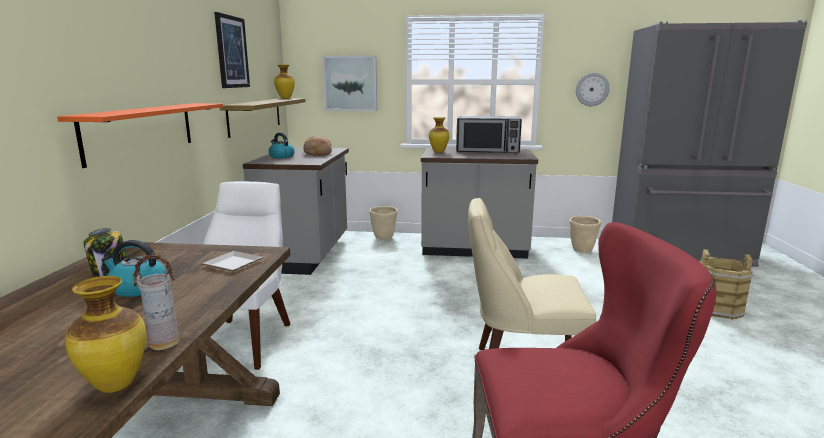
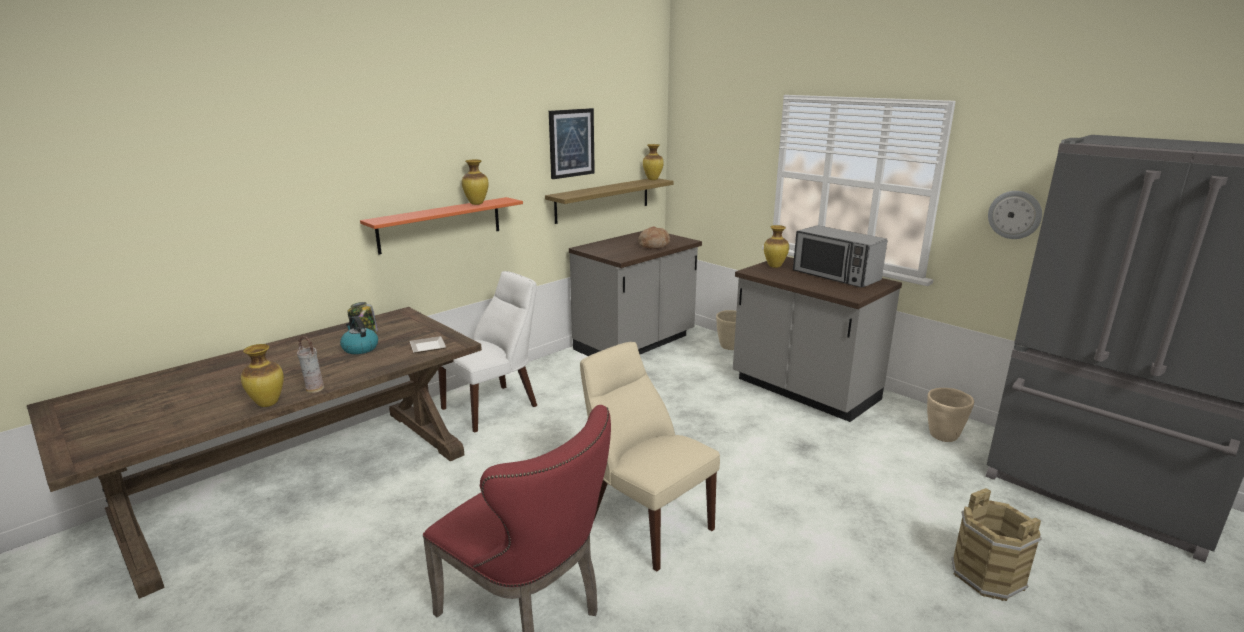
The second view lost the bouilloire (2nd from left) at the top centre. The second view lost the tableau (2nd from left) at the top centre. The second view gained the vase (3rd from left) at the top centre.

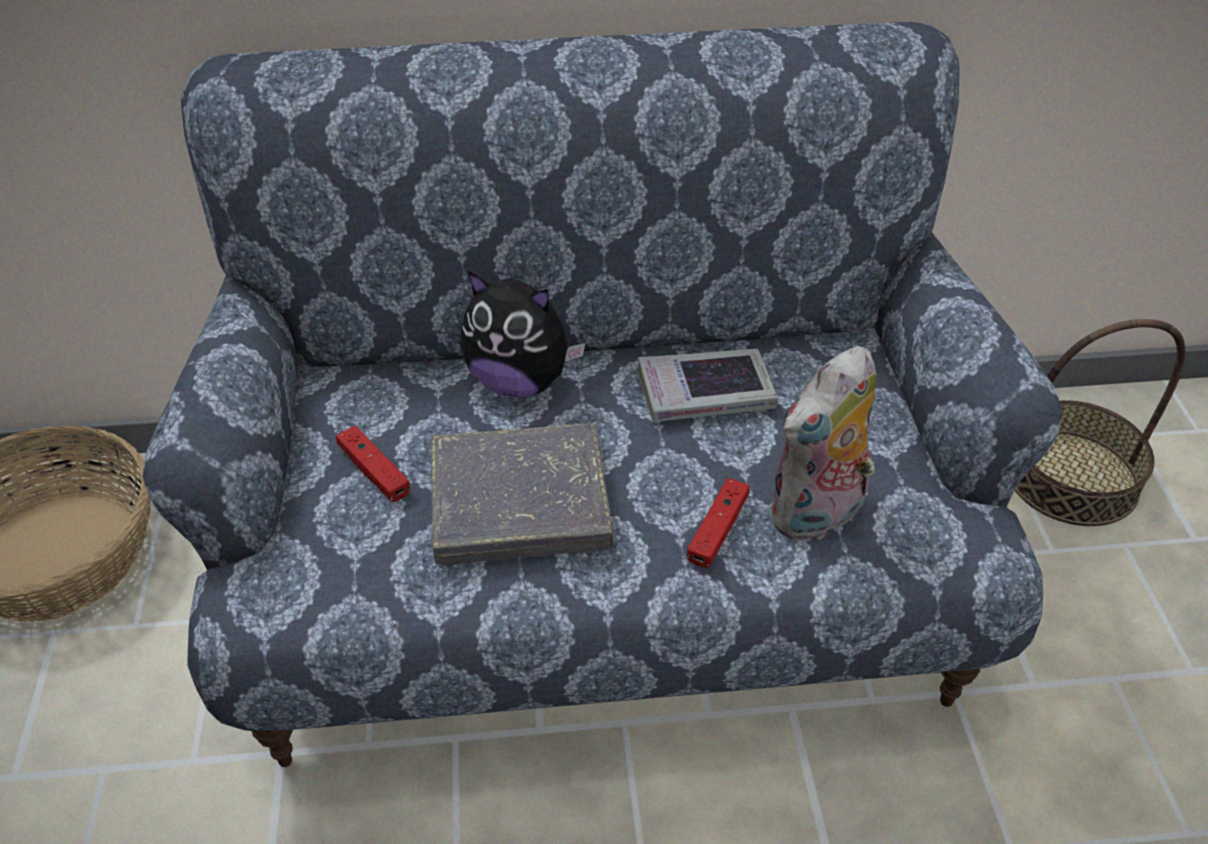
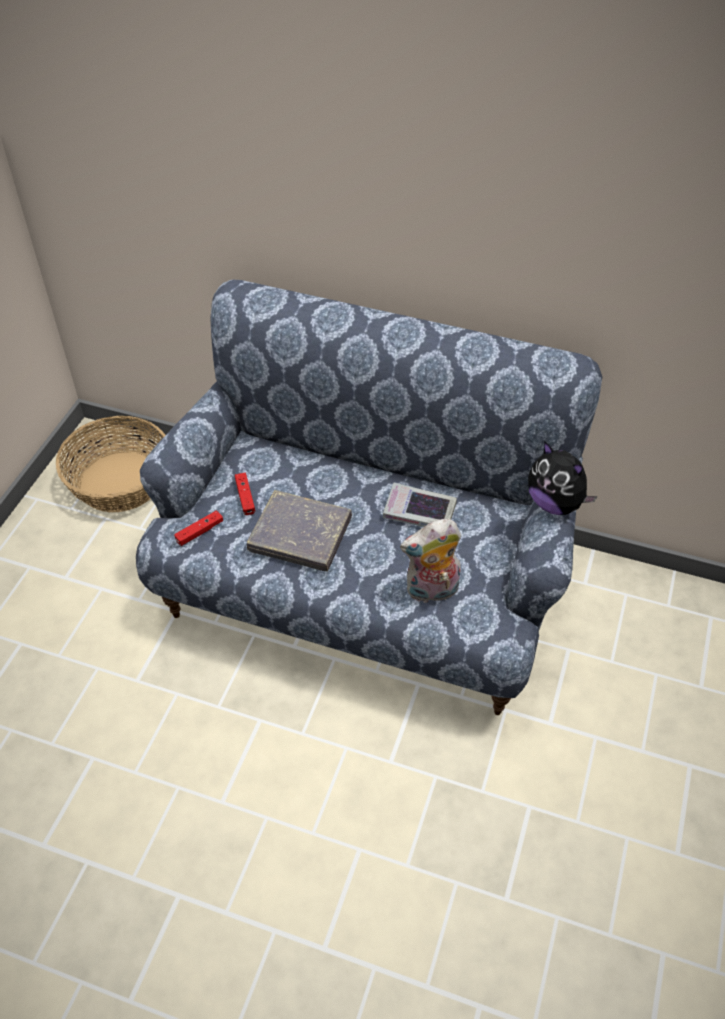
The peluche (1st from left in the first image) ended up elsewhere, having gone from the centre to the middle right. The manette [rouge] (2nd from left in the first image) ended up elsewhere, having gone from the centre to the middle left. The second view lost the panier (2nd from left) at the middle right.

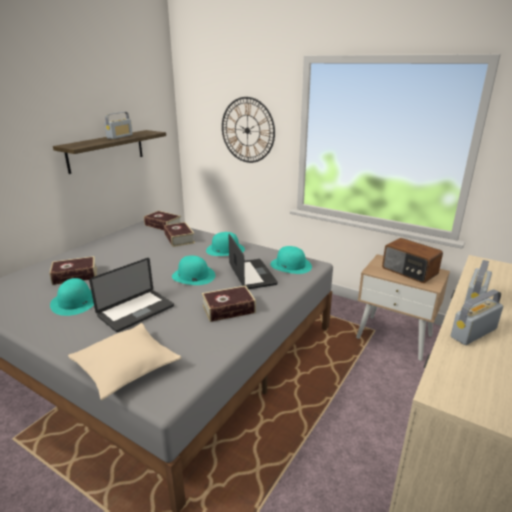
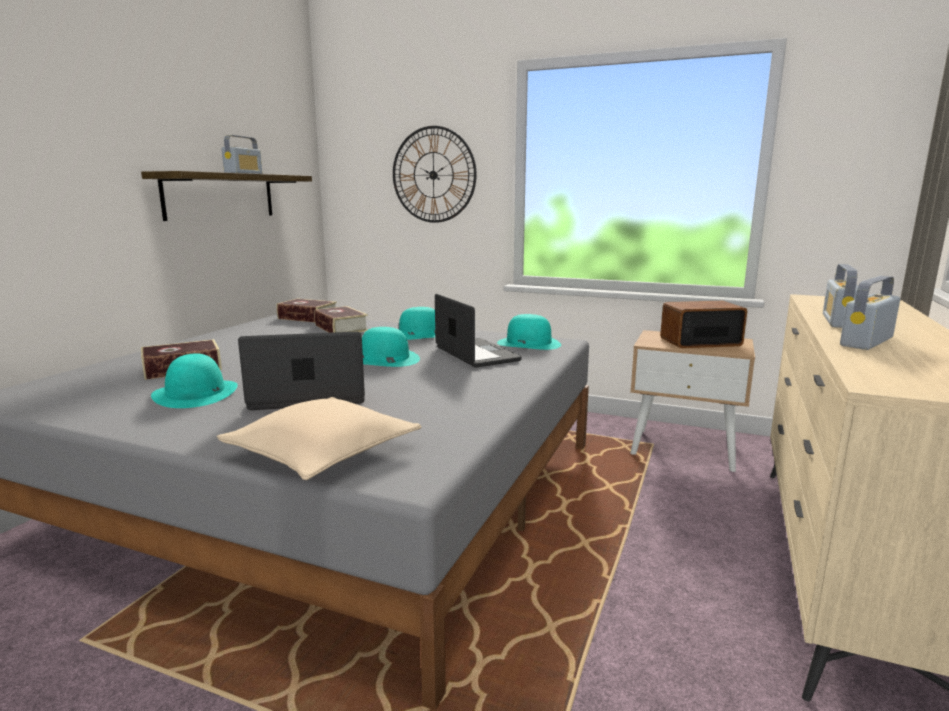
The ordinateur portable (1st from left) at the middle left ended up facing another way, 135 degrees counterclockwise from before. The second view lost the livre (4th from left) at the centre. The radio (2nd from left) at the middle right ended up facing another way, 135 degrees clockwise from before.

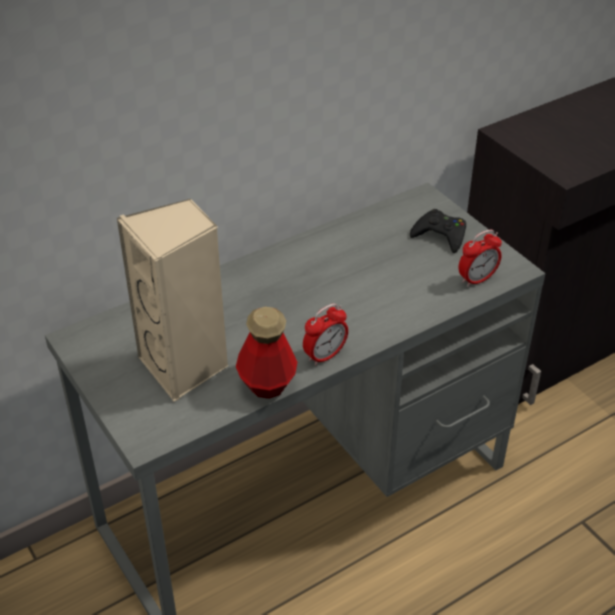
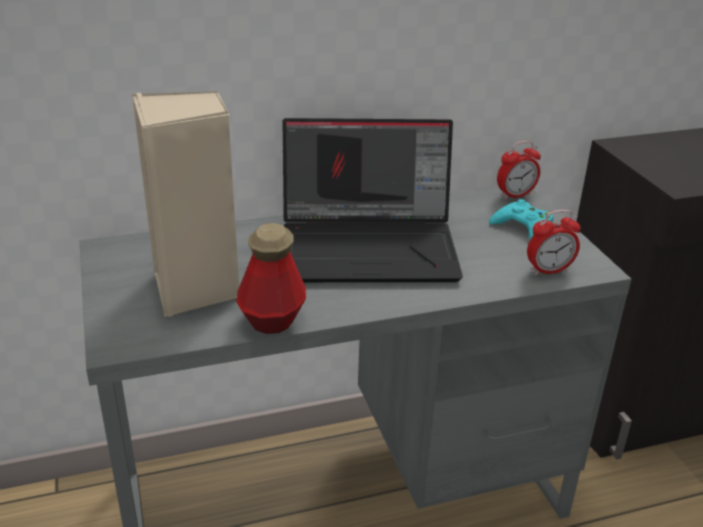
The réveil (1st from left) ended up elsewhere, having gone from the centre to the top right. What was the manette [noir] at the middle right turned into the manette [turquoise] at the middle right. The second view gained the ordinateur portable at the centre.

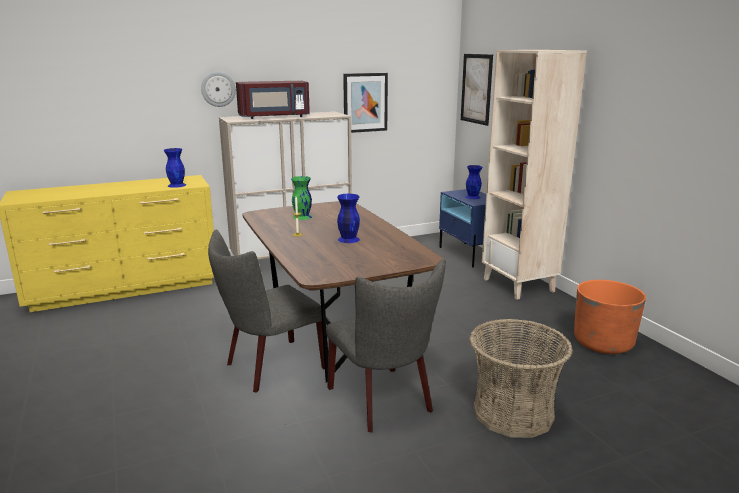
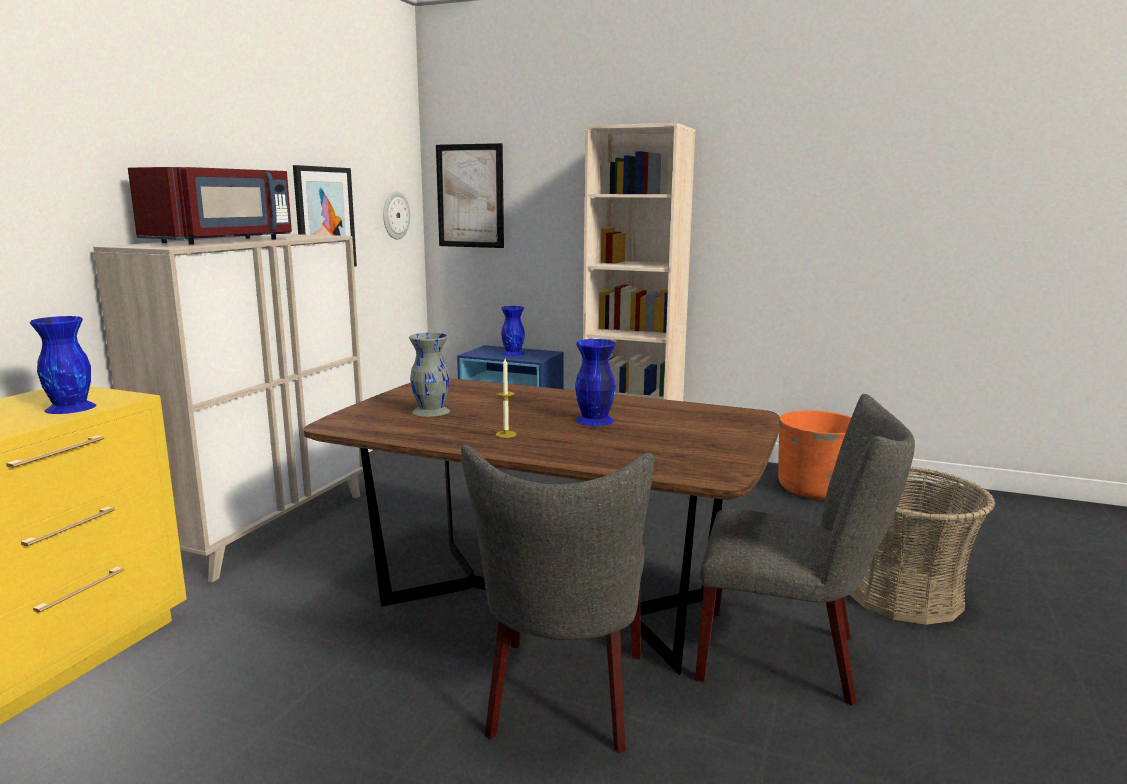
The horloge murale ended up elsewhere, having gone from the top left to the top centre. What was the vase [vert] at the centre turned into the vase [gris] at the centre.

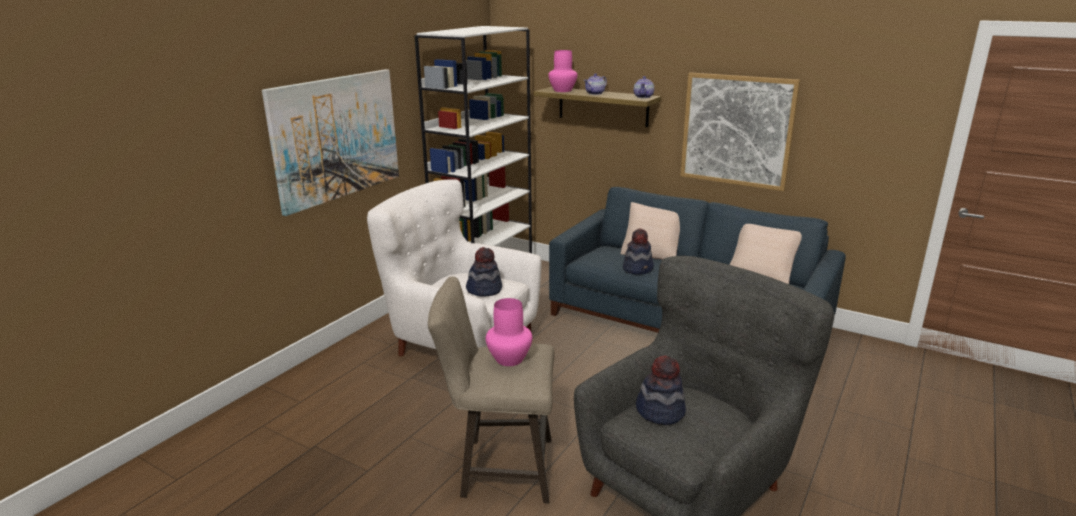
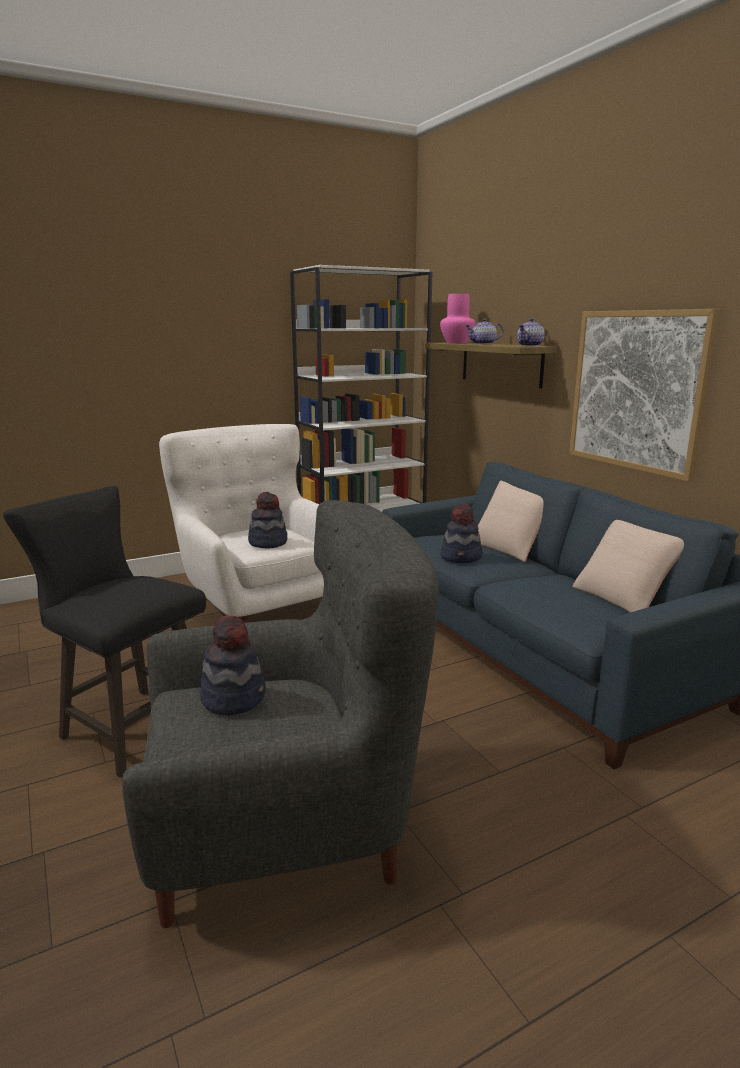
The second view lost the tableau (1st from left) at the top left. What was the tabouret [beige] at the bottom centre turned into the tabouret [noir] at the middle left. The second view lost the vase [rose] (1st from left) at the centre.

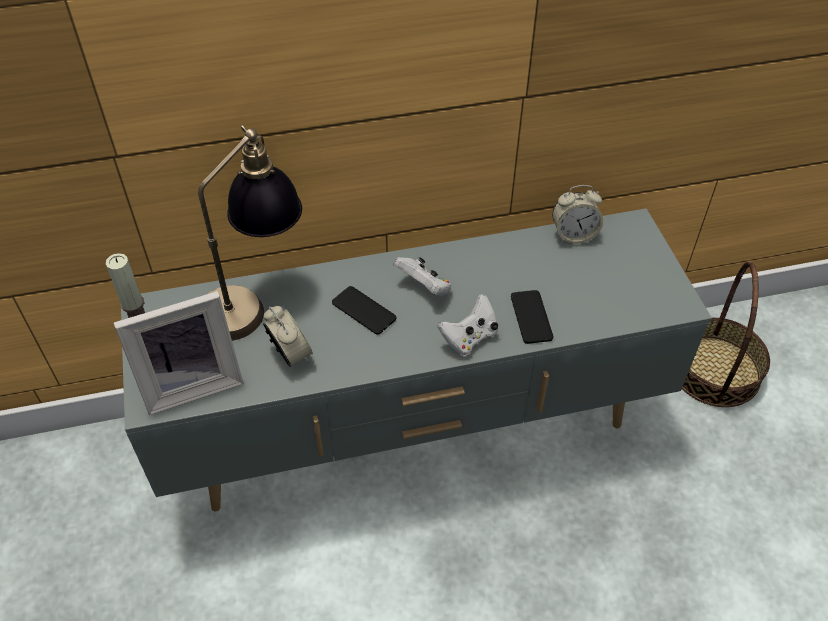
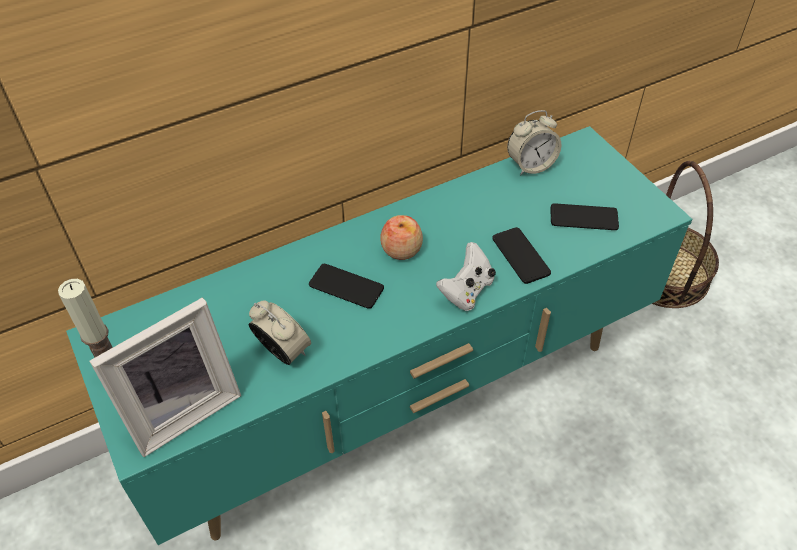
What was the meuble télé [gris] at the centre turned into the meuble télé [turquoise] at the centre. The second view lost the lampe de table at the middle left. Where the manette [blanc] (1st from left) stood at the centre, the pomme came to stand at the centre. The second view gained the téléphone (3rd from left) at the middle right.

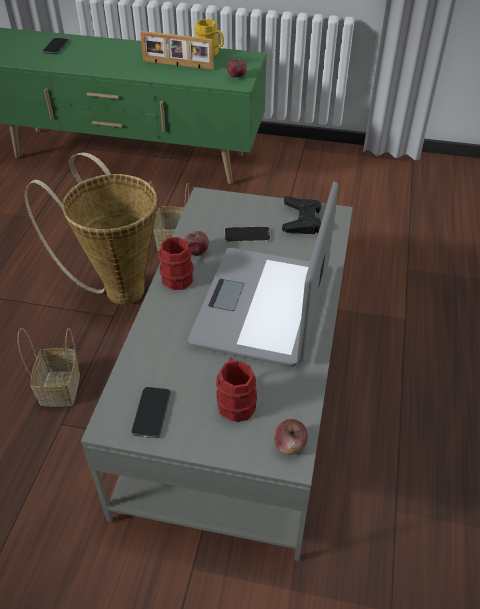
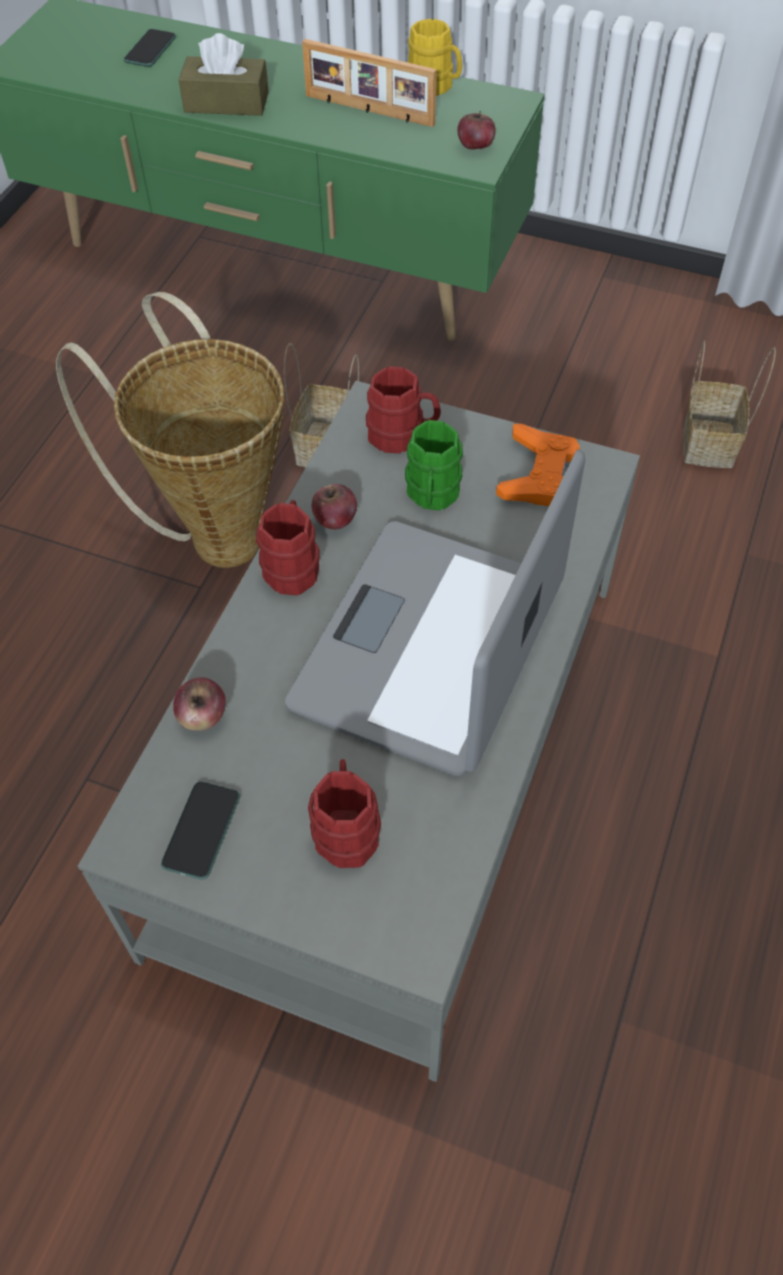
The panier (1st from left in the first image) ended up elsewhere, having gone from the middle left to the top right. Where the téléphone (3rd from left) stood at the centre, the mug [vert] came to stand at the centre. The pomme (3rd from left in the first image) ended up elsewhere, having gone from the bottom centre to the middle left. What was the manette [noir] at the centre turned into the manette [orange] at the middle right. The second view gained the boîte à mouchoirs [marron] at the top left. The second view gained the mug [rouge] (3rd from left) at the top centre.

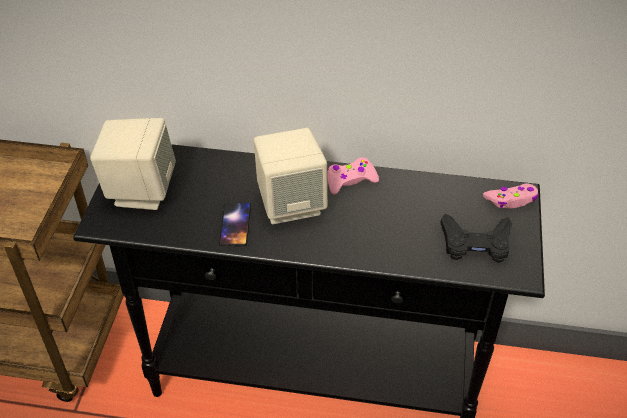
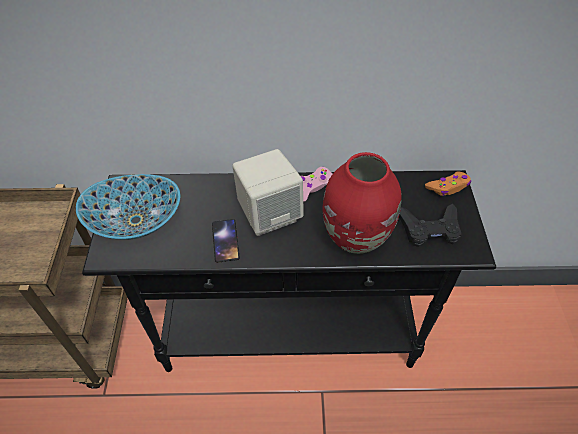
Where the enceinte [beige] (1st from left) stood at the middle left, the bol came to stand at the middle left. What was the manette [rose] (2nd from left) at the middle right turned into the manette [orange] at the middle right. The second view gained the vase [rouge] at the centre.

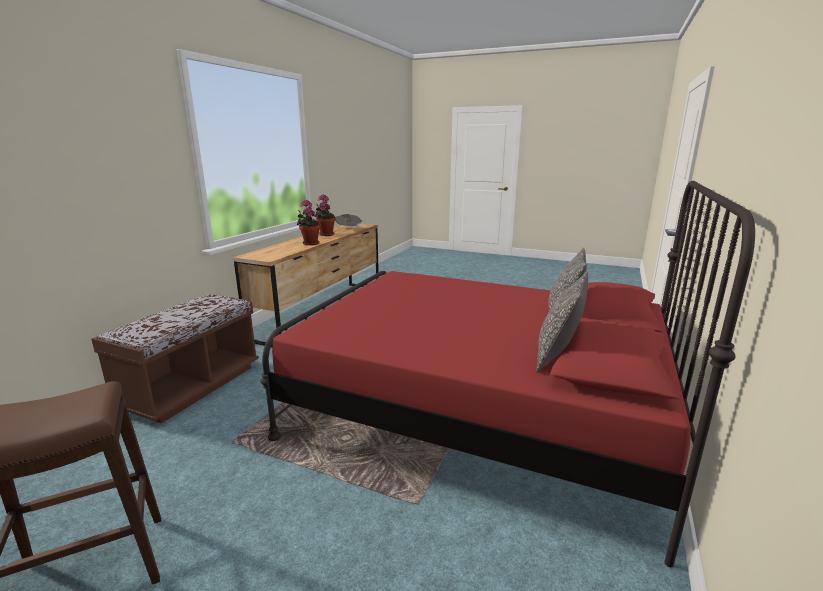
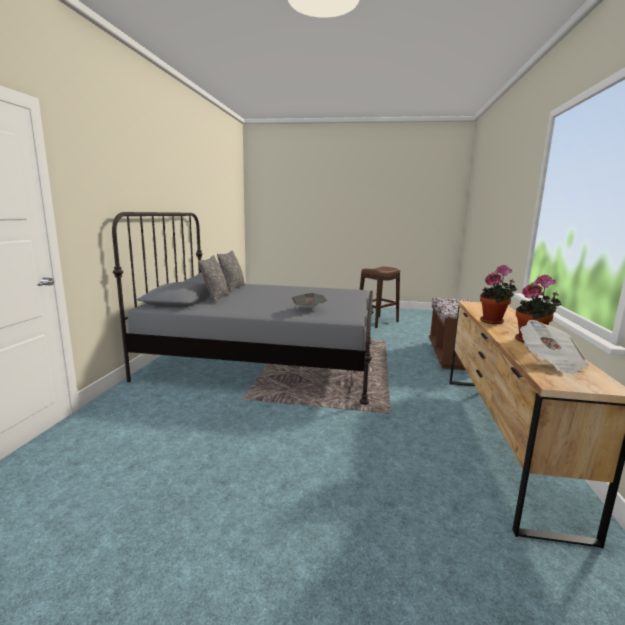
What was the lit [rouge] at the centre turned into the lit [gris] at the centre. The second view gained the journal (1st from left) at the centre.

